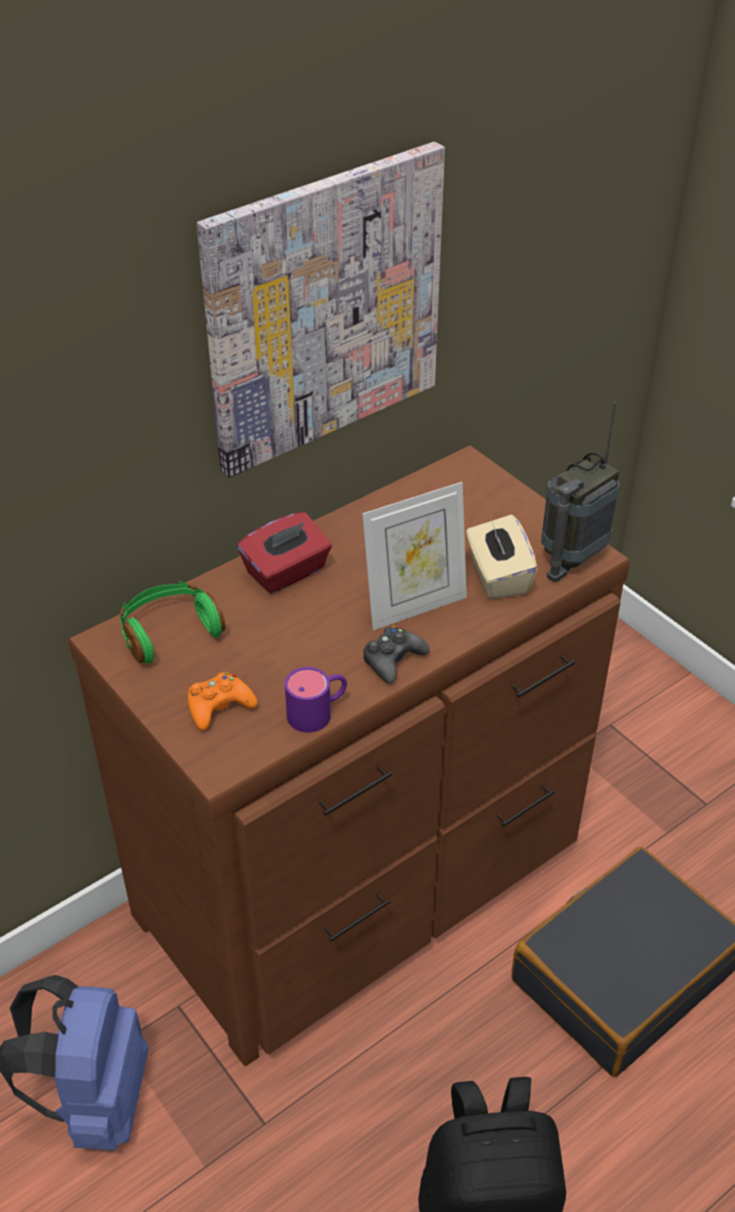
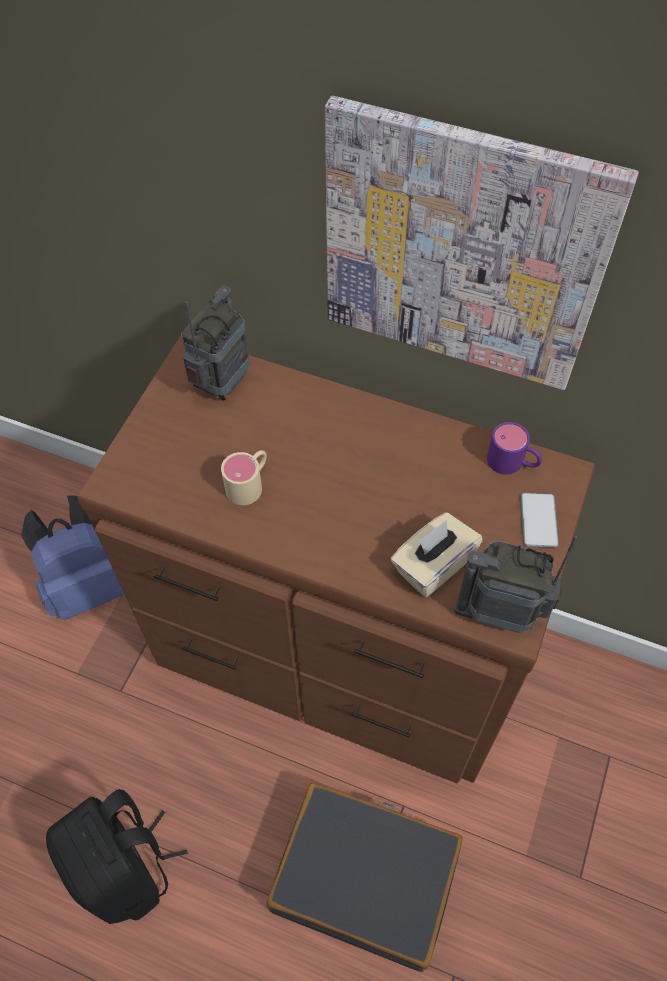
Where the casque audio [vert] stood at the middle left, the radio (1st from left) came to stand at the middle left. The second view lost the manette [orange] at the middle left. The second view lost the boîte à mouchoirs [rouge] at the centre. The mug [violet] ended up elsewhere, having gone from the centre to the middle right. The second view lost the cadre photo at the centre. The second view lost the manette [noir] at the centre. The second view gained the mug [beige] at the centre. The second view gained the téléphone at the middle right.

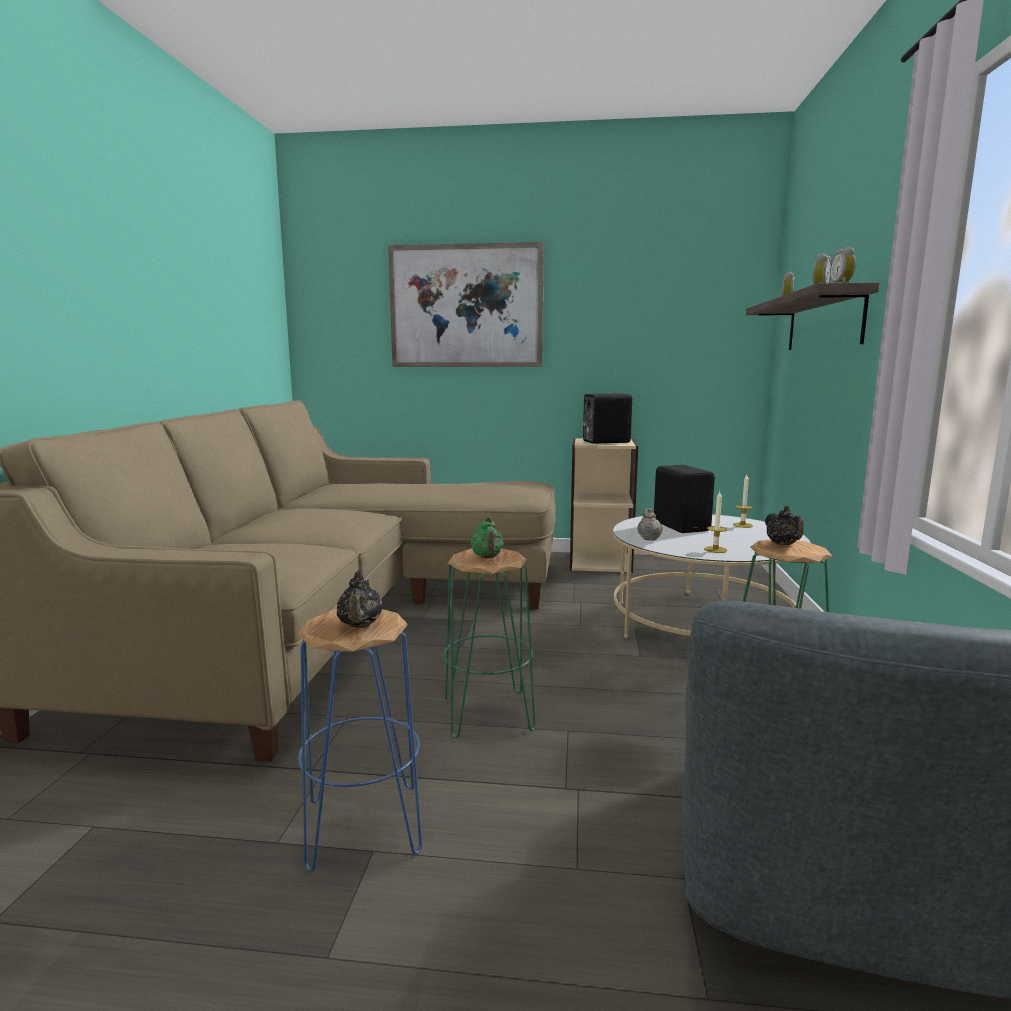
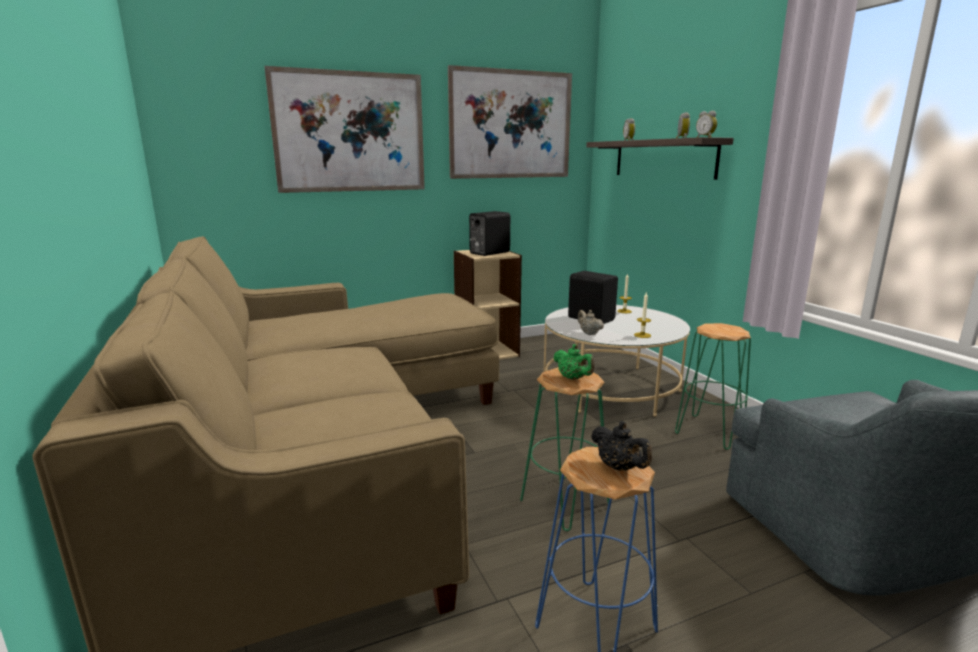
The second view lost the théière [noir] (2nd from left) at the middle right. The second view gained the tableau (2nd from left) at the top centre.

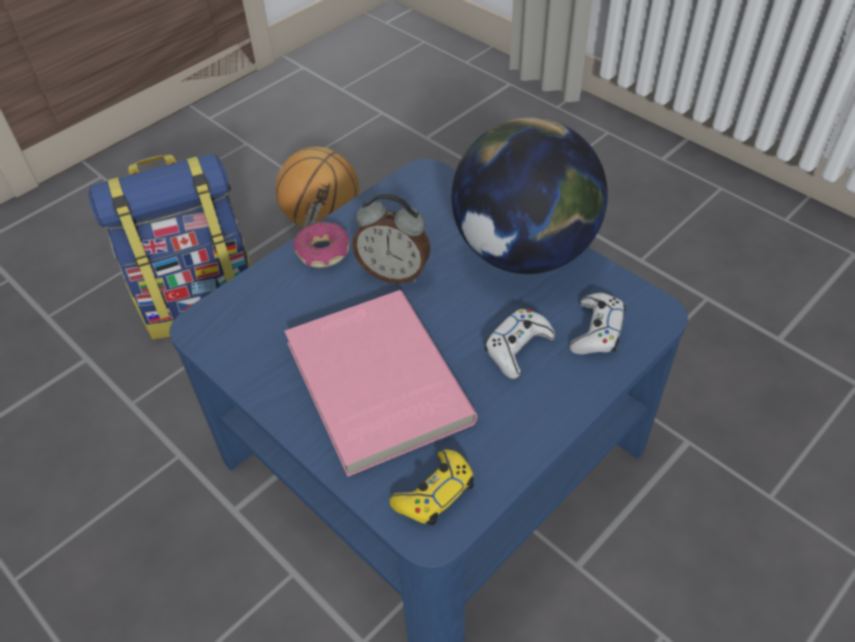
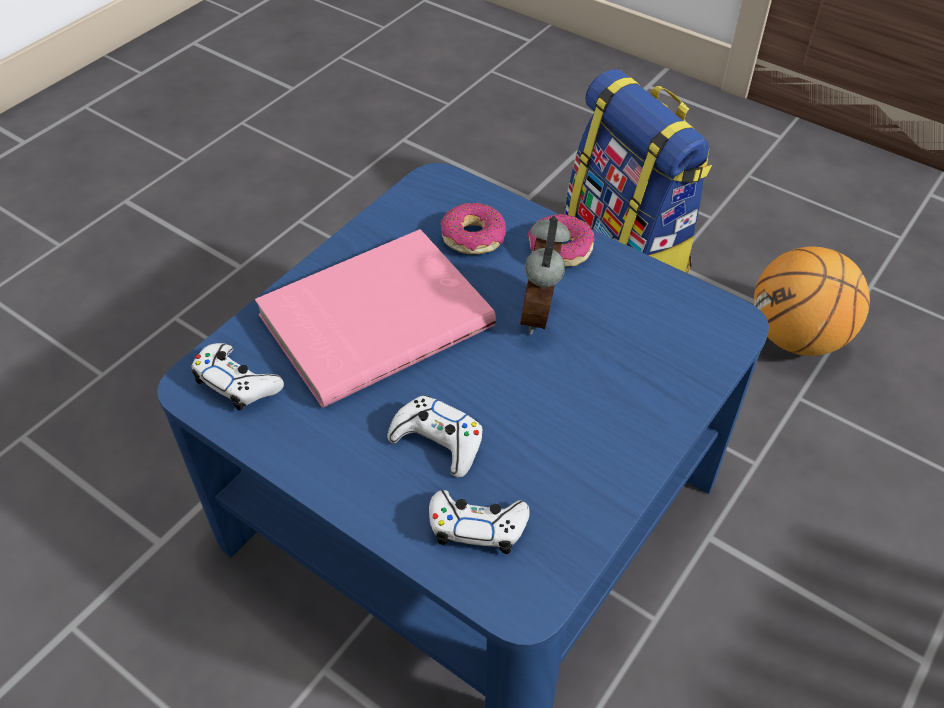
What was the manette [jaune] at the bottom centre turned into the manette [blanc] (1st from left) at the middle left. The second view lost the globe at the top centre. The second view gained the beignet (1st from left) at the top centre.

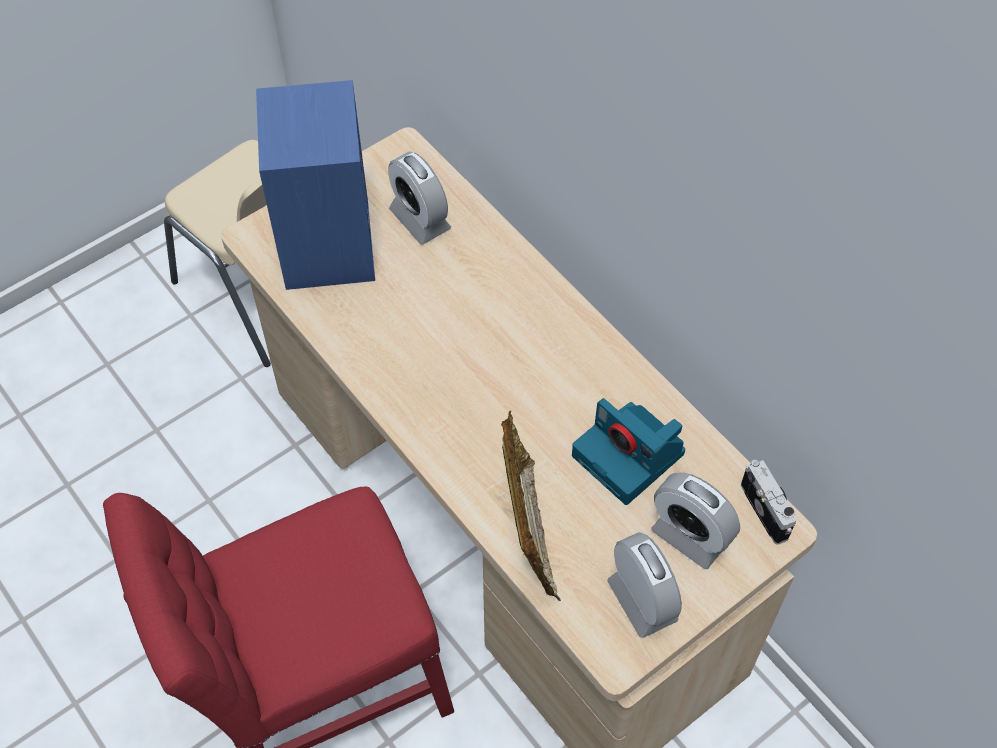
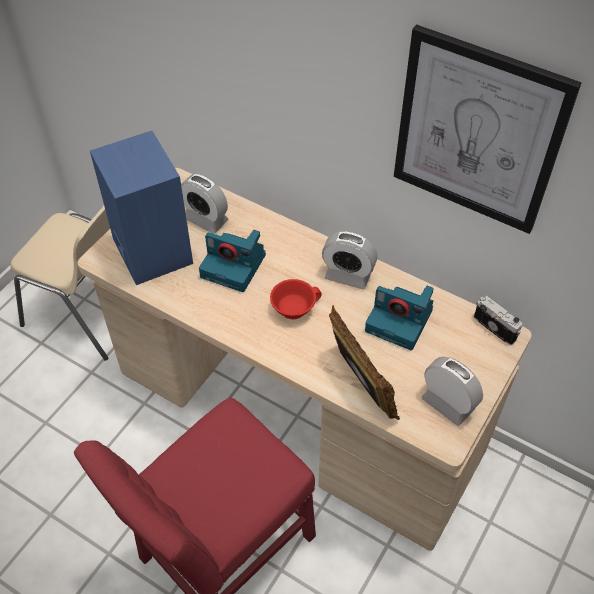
The réveil (3rd from left in the first image) ended up elsewhere, having gone from the bottom right to the centre. The second view gained the appareil photo (1st from left) at the centre. The second view gained the tasse [rouge] at the centre. The second view gained the tableau at the top right.

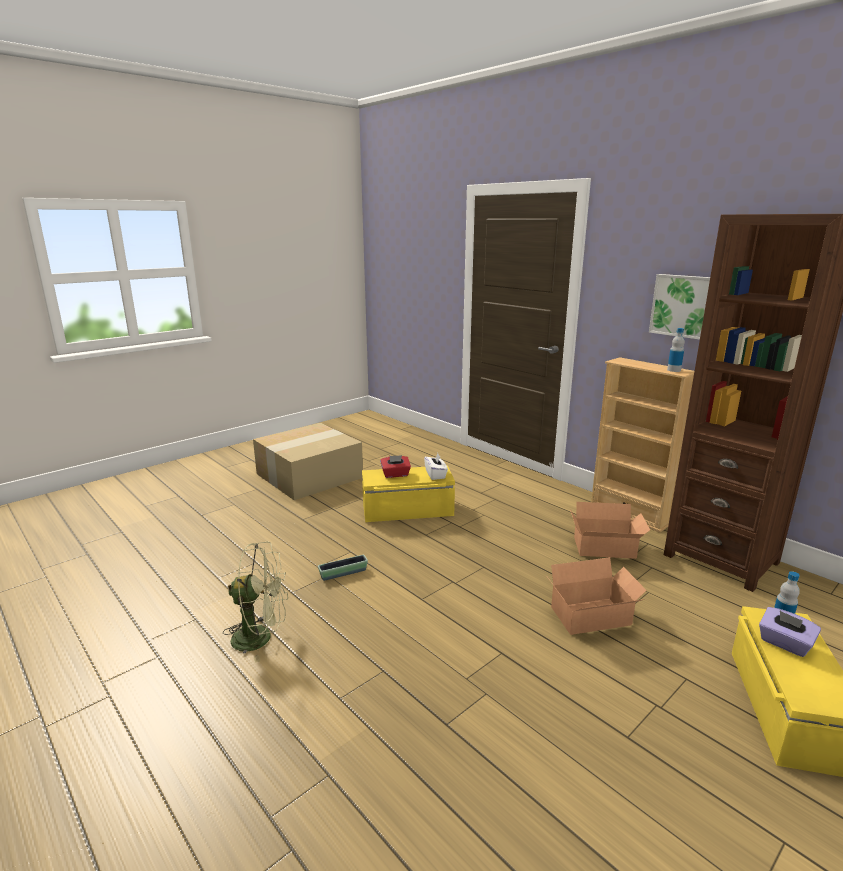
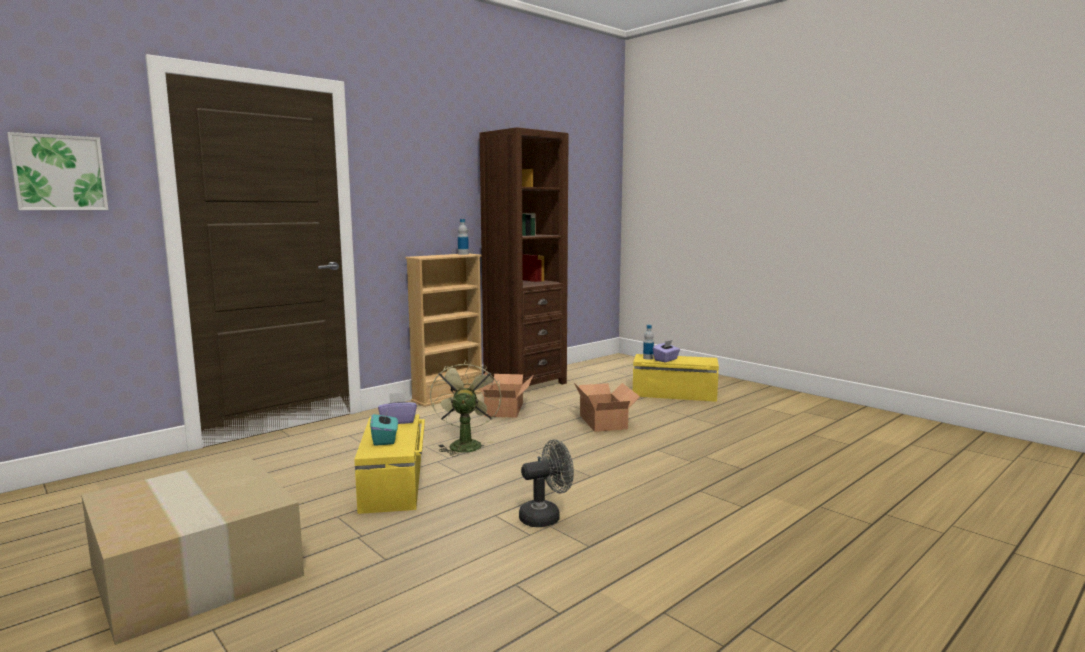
The ventilateur [vert] ended up elsewhere, having gone from the bottom left to the centre. Where the cache-pot stood at the centre, the ventilateur [gris] came to stand at the bottom centre. What was the boîte à mouchoirs [rouge] at the centre turned into the boîte à mouchoirs [turquoise] at the centre. What was the boîte à mouchoirs [blanc] at the centre turned into the boîte à mouchoirs [violet] (1st from left) at the centre. The tableau ended up elsewhere, having gone from the middle right to the top left.

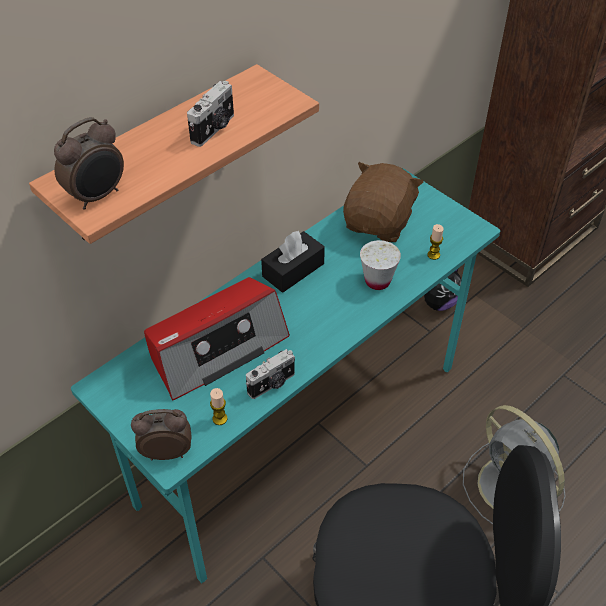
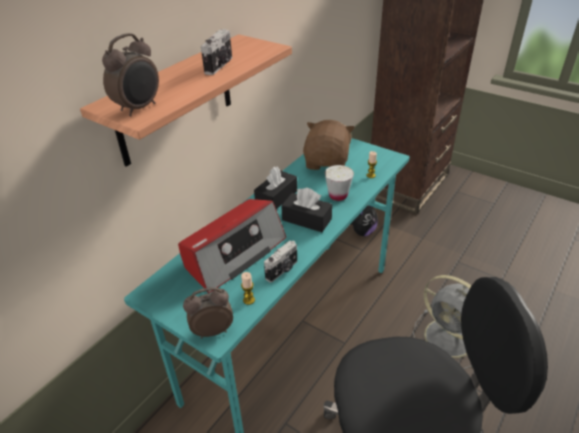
The second view gained the boîte à mouchoirs [noir] (2nd from left) at the centre.

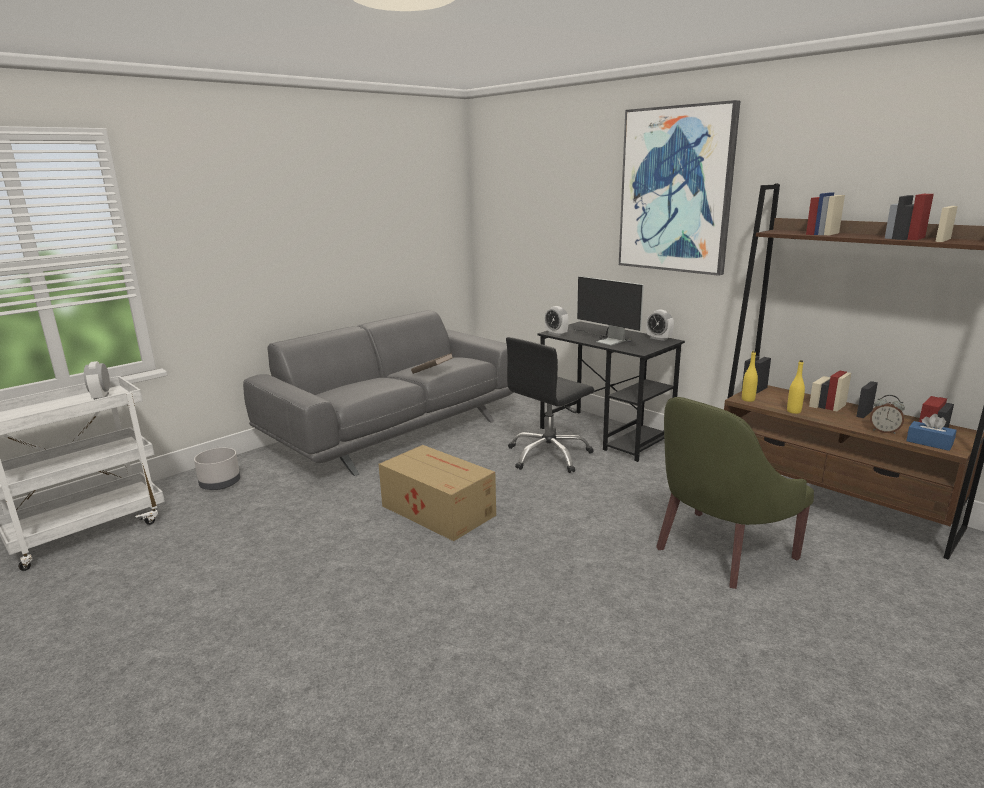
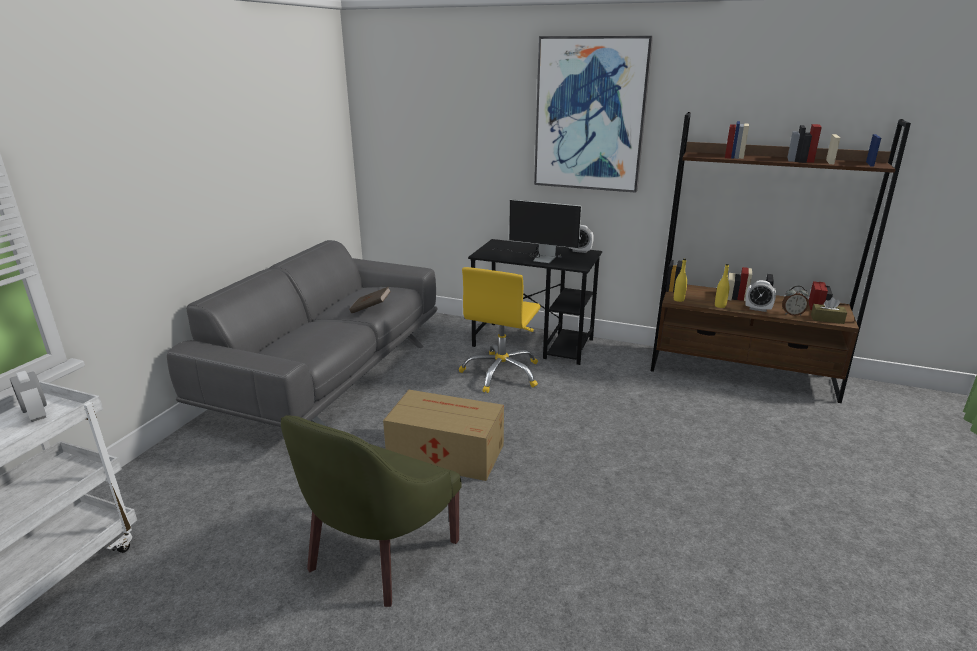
The second view lost the cache-pot [gris] at the middle left. What was the chaise de bureau [noir] at the centre turned into the chaise de bureau [jaune] at the centre. The réveil (2nd from left in the first image) ended up elsewhere, having gone from the centre to the middle right. The fauteuil [vert] ended up elsewhere, having gone from the middle right to the bottom centre. What was the boîte à mouchoirs [bleu] at the middle right turned into the boîte à mouchoirs [marron] at the middle right.

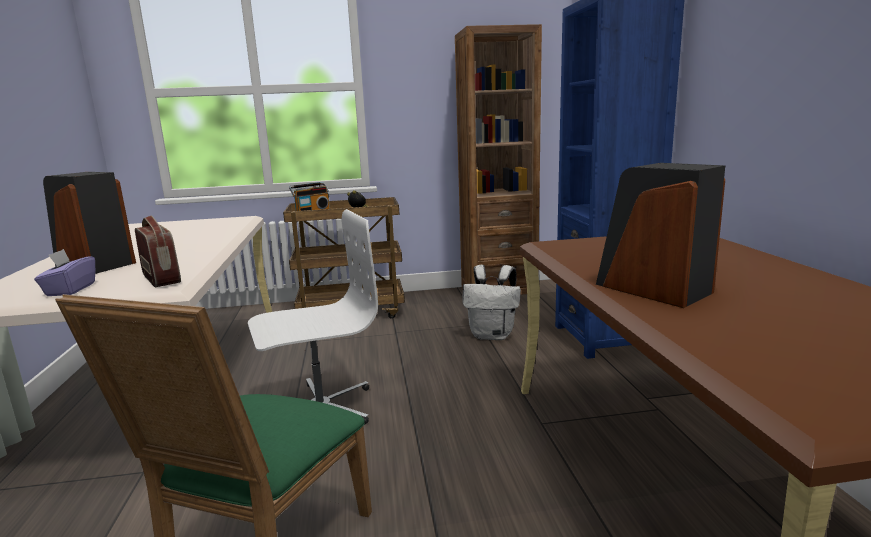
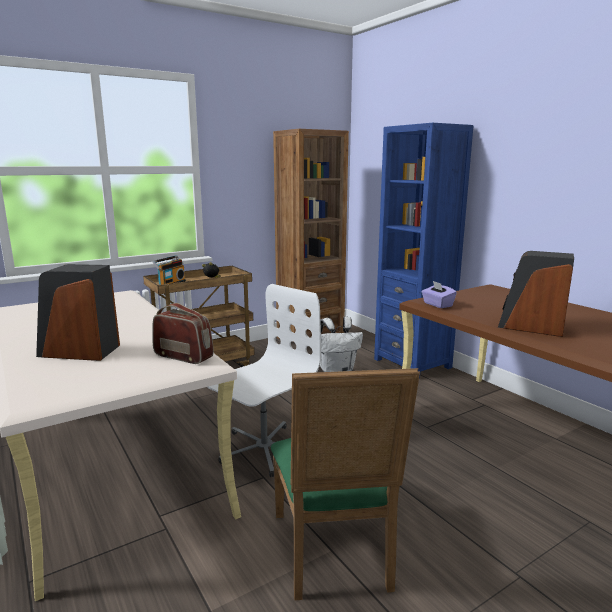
The boîte à mouchoirs [violet] ended up elsewhere, having gone from the middle left to the middle right.

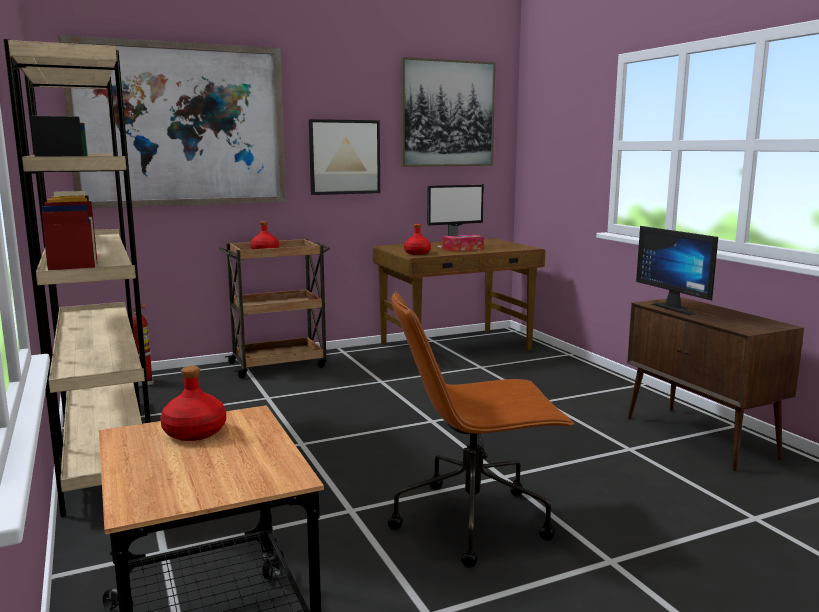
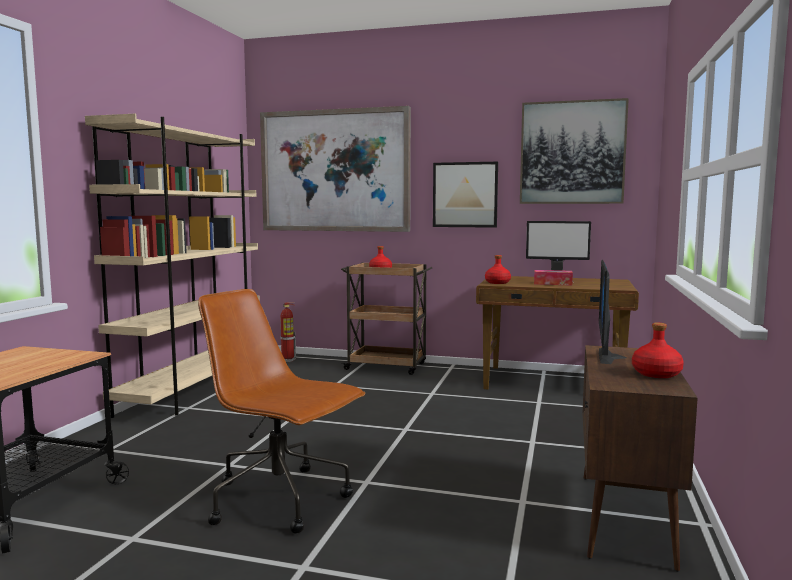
The bouteille [rouge] (1st from left in the first image) ended up elsewhere, having gone from the middle left to the middle right.

